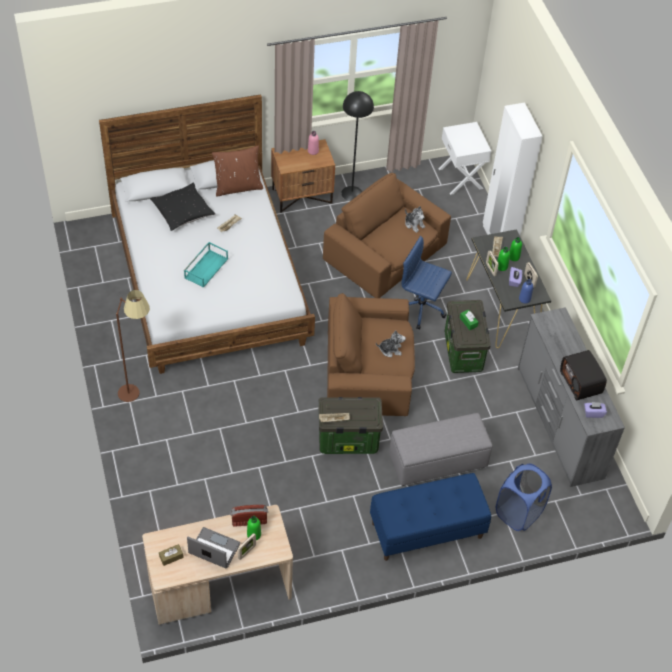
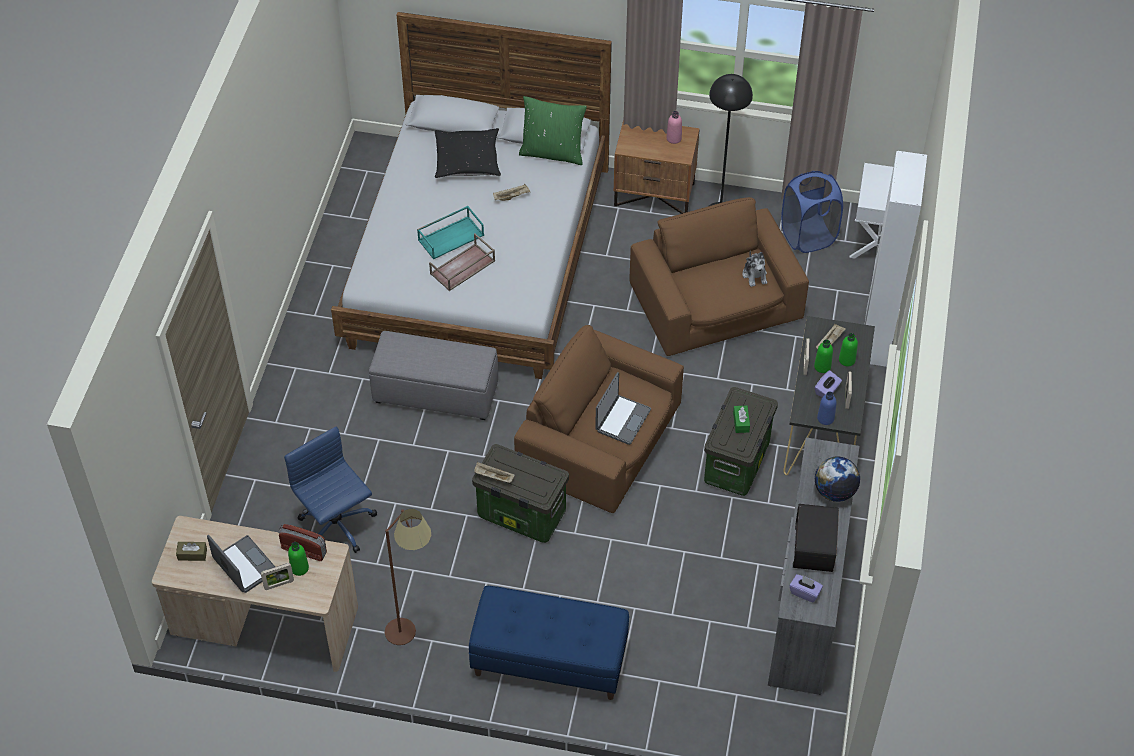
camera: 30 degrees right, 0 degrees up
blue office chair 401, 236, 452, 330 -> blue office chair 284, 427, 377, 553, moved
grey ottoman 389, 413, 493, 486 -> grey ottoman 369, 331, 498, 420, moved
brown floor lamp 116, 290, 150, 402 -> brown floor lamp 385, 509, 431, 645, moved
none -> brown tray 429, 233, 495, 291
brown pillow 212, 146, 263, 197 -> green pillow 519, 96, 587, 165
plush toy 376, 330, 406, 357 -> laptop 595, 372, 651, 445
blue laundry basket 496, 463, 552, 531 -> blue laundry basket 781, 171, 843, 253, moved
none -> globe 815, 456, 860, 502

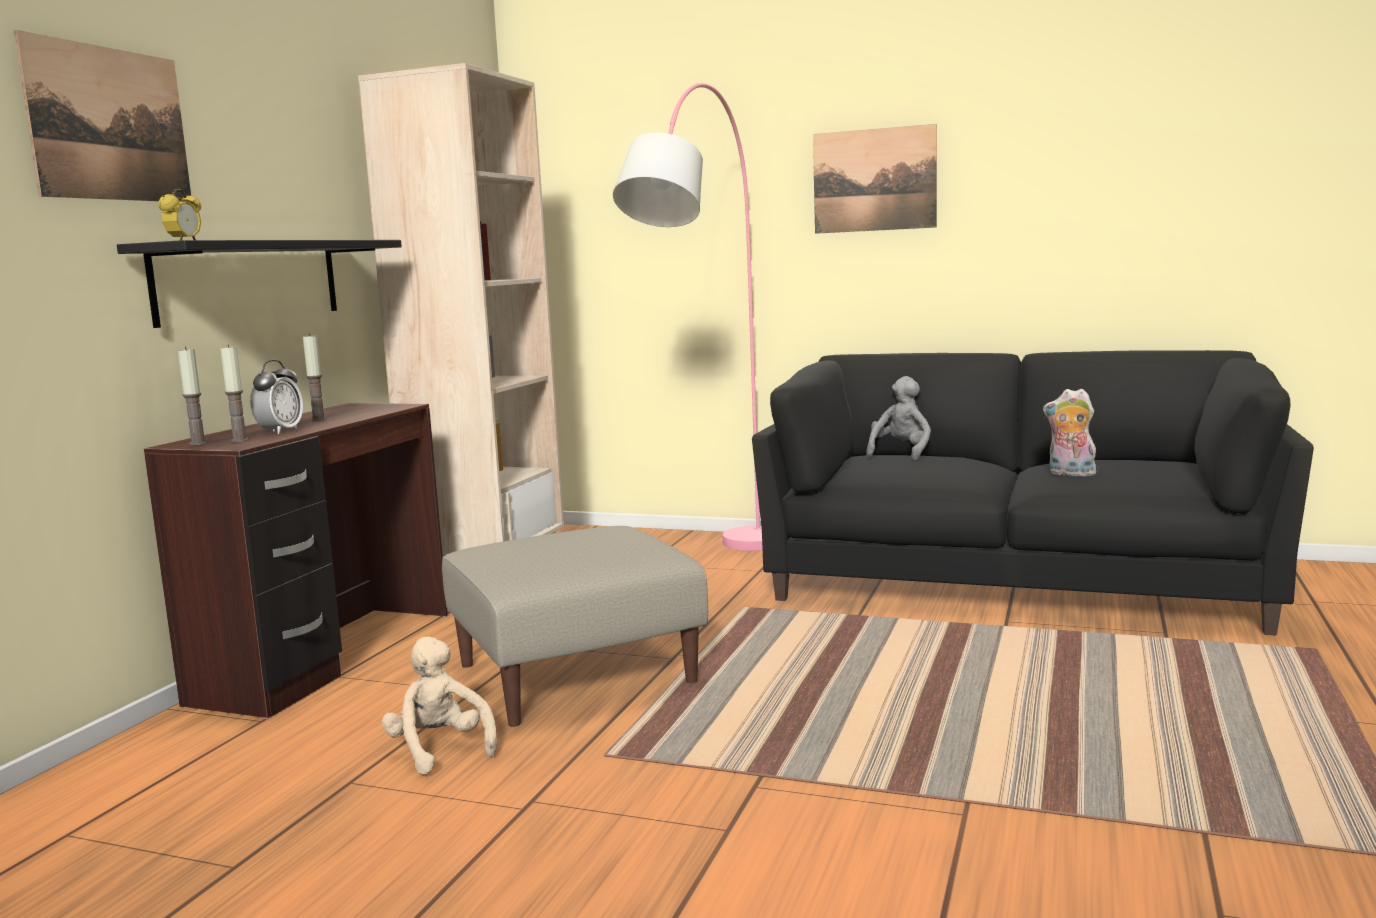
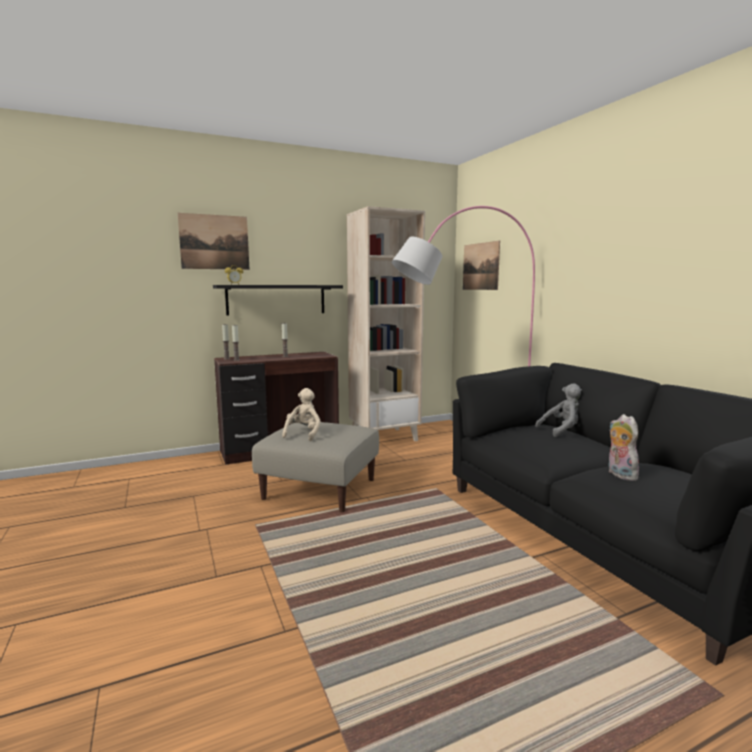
camera: 45 degrees right, 0 degrees up
beige plush toy 382, 637, 497, 775 -> beige plush toy 282, 388, 321, 441, moved
picture 813, 124, 937, 234 -> picture 463, 241, 500, 290, moved
alarm clock 250, 360, 303, 434 -> none

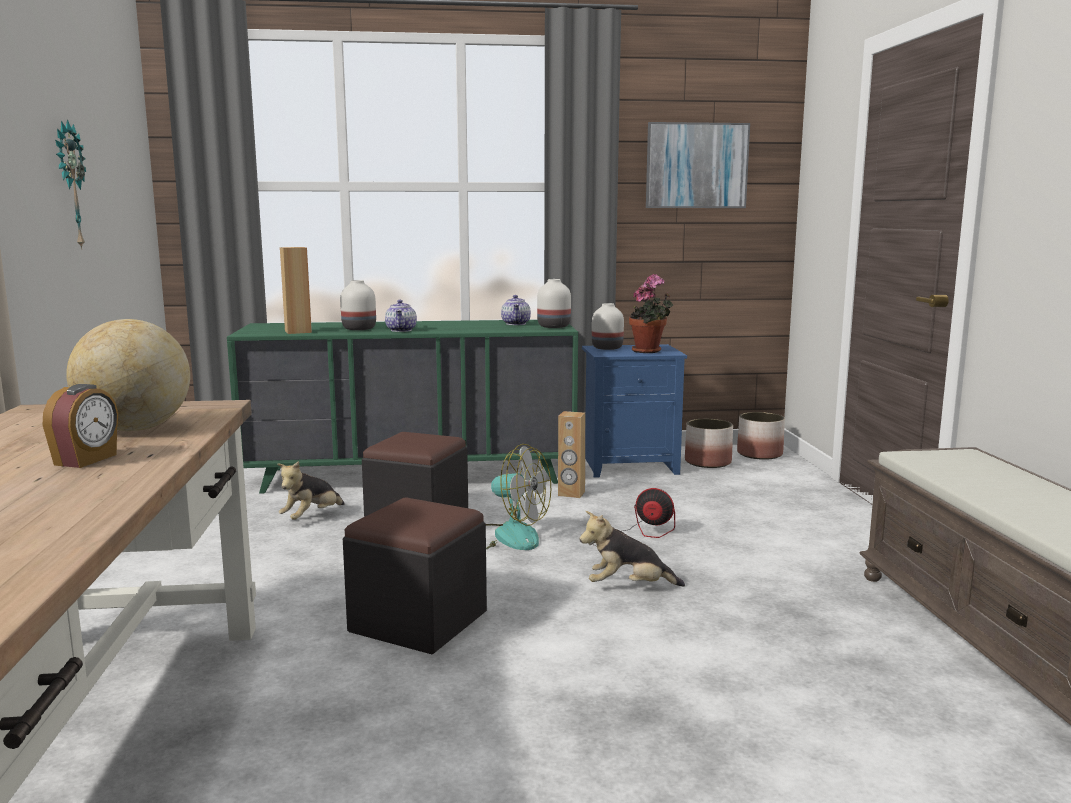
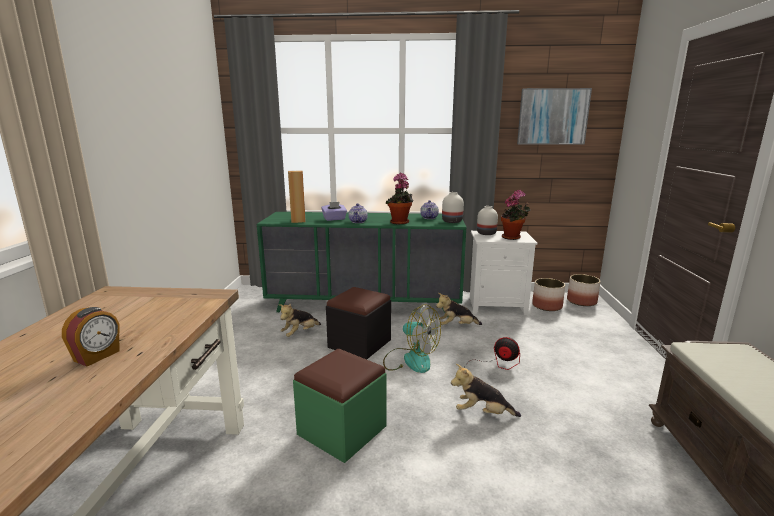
camera: 10 degrees right, 5 degrees up
black ottoman 343, 497, 487, 655 -> green ottoman 293, 349, 387, 463
white vase 340, 280, 376, 330 -> purple tissue box 321, 202, 347, 221
none -> potted plant 386, 173, 414, 225
brown speaker 558, 411, 585, 498 -> plush toy 436, 293, 482, 325
blue nightstand 582, 344, 687, 478 -> white nightstand 470, 231, 537, 315
wall clock 55, 120, 86, 250 -> none
globe 66, 319, 190, 431 -> none

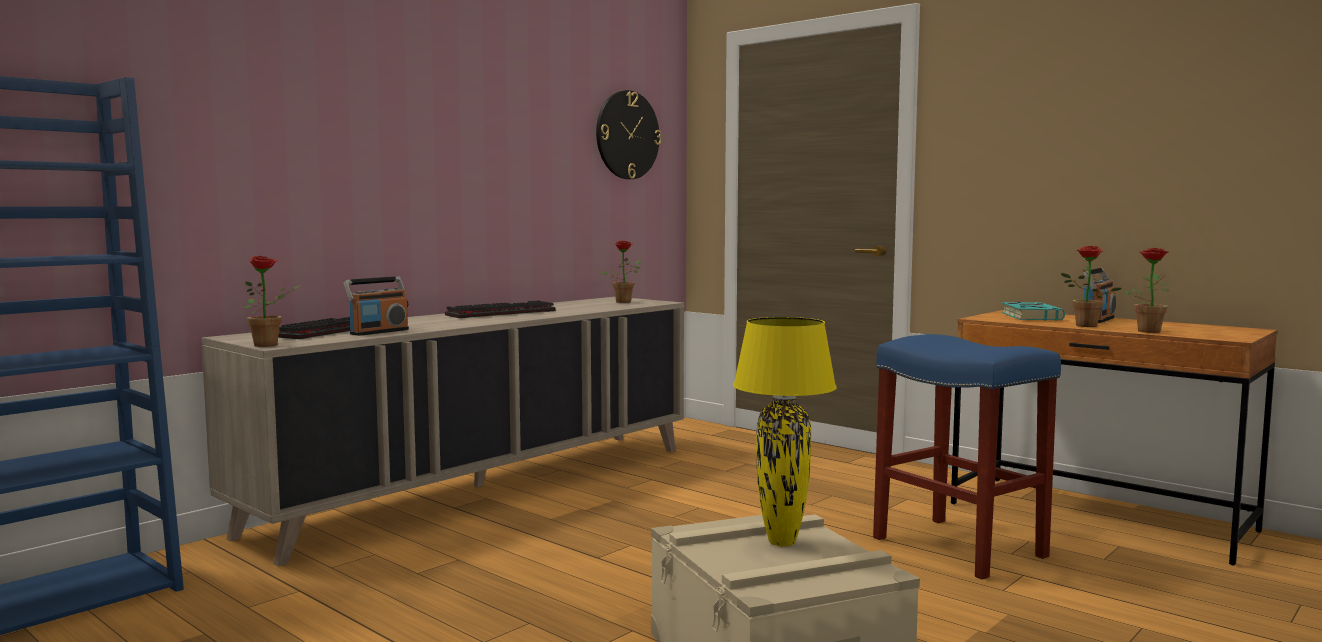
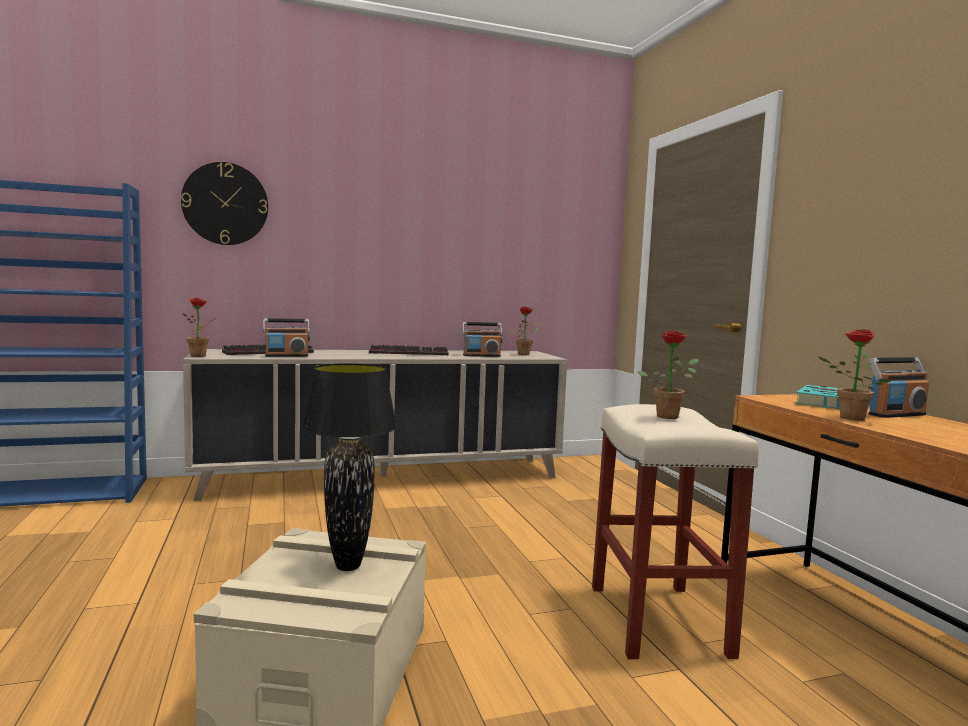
camera: 30 degrees right, 0 degrees up
wall clock 596, 90, 661, 179 -> wall clock 181, 162, 268, 245, moved
yellow table lamp 733, 317, 837, 547 -> black table lamp 302, 363, 397, 571
none -> radio 462, 322, 503, 357
blue stool 873, 334, 1061, 580 -> beige stool 592, 404, 759, 659
potted plant 1122, 248, 1170, 333 -> potted plant 638, 330, 699, 419, moved

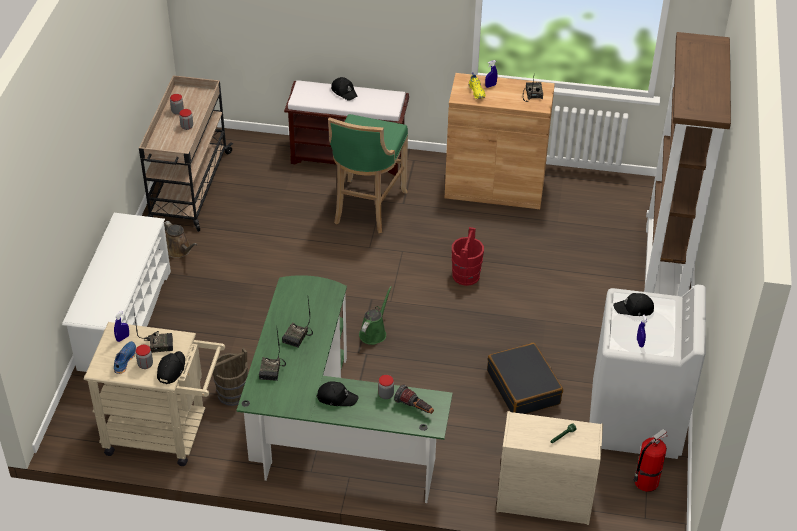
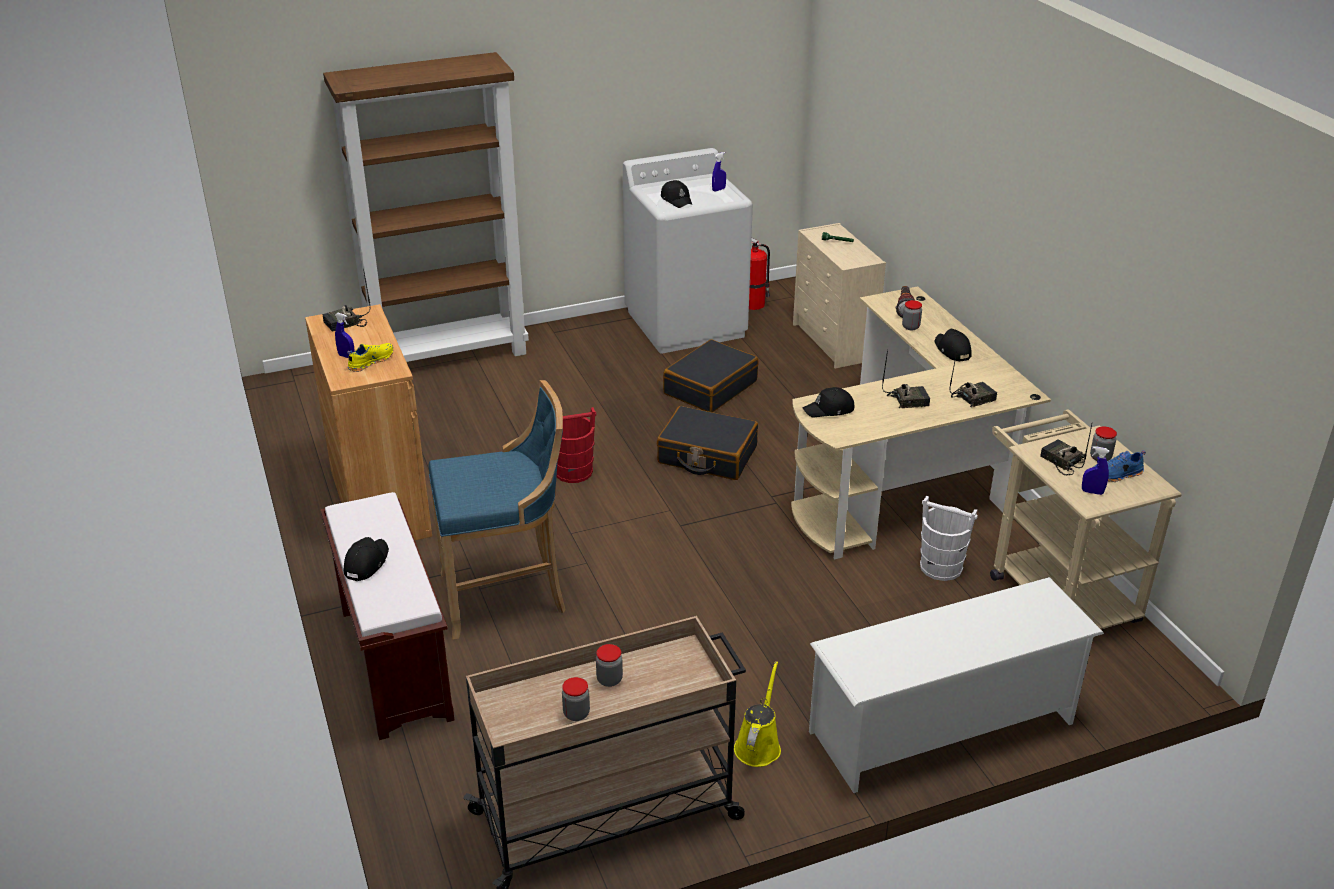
camera: 120 degrees left, 10 degrees down
green stool 328, 114, 408, 233 -> blue stool 429, 380, 566, 640
none -> black suitcase 657, 406, 758, 480
brown watering can 164, 221, 197, 258 -> yellow watering can 734, 661, 781, 767
green desk 236, 275, 453, 503 -> beige desk 791, 286, 1051, 559
black cap 157, 351, 185, 384 -> black cap 802, 387, 854, 418, moved
brown bucket 210, 348, 248, 406 -> white bucket 920, 496, 978, 581
green watering can 359, 286, 392, 345 -> none

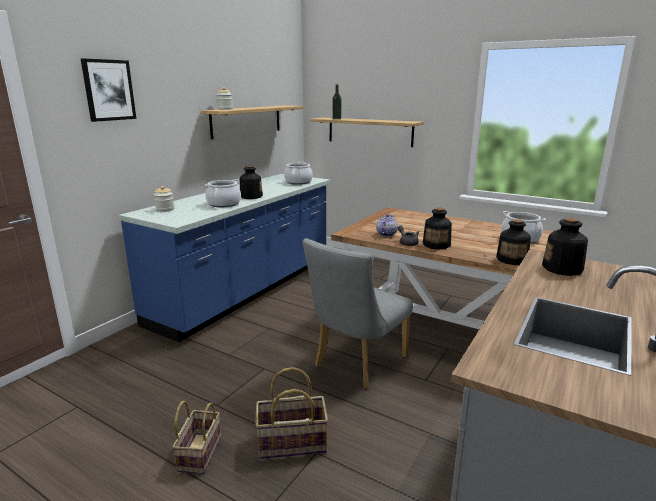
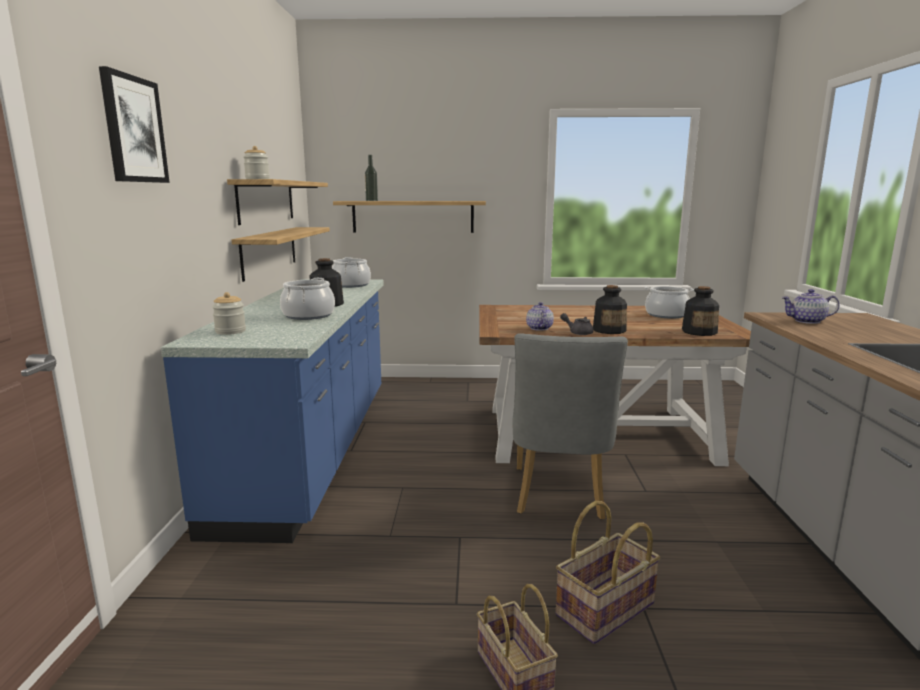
camera: 30 degrees left, 5 degrees down
none -> shelf 231, 227, 330, 282
bottle 542, 218, 588, 276 -> teapot 781, 289, 840, 324

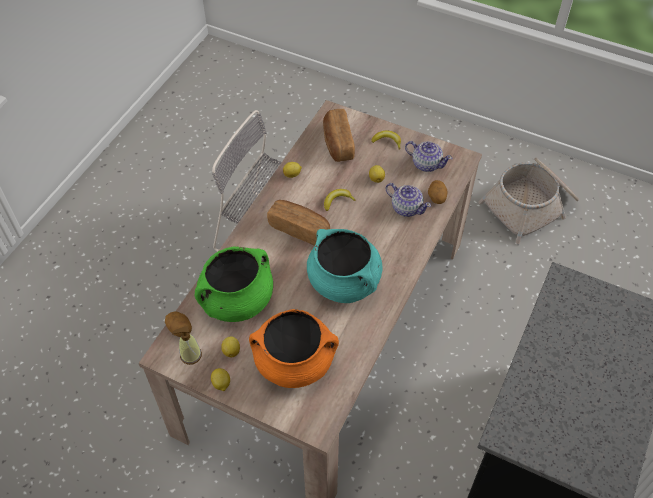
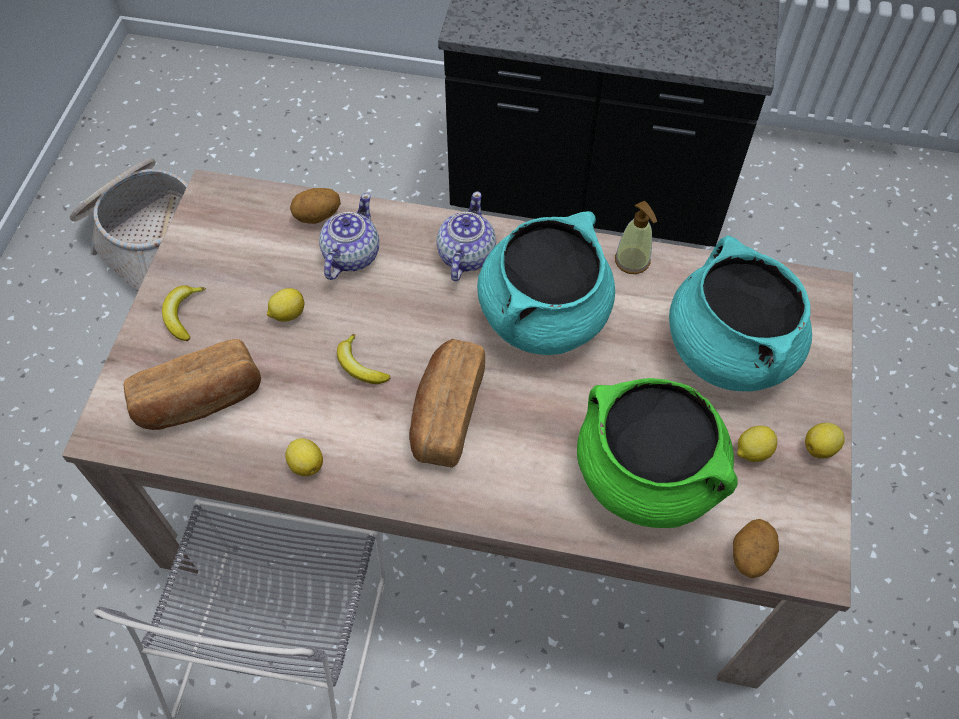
camera: 105 degrees left, 5 degrees up
teapot 405, 141, 452, 172 -> teapot 436, 191, 496, 281, moved
soap dispenser 172, 326, 202, 365 -> soap dispenser 615, 201, 657, 274, moved
orange cooking pot 249, 309, 339, 388 -> turquoise cooking pot 669, 235, 812, 392

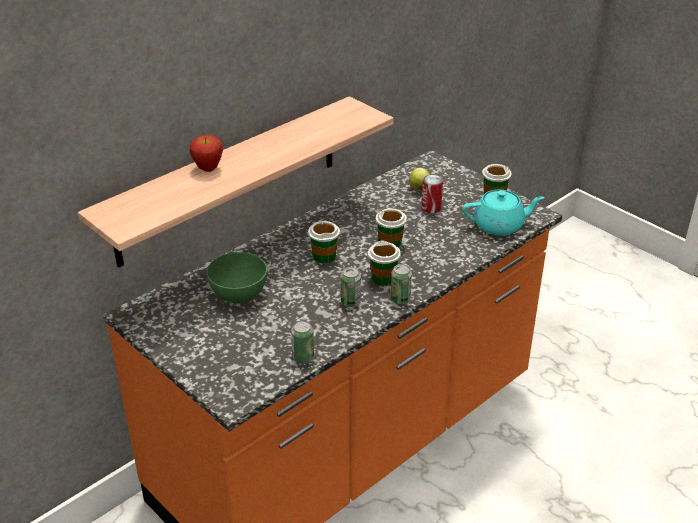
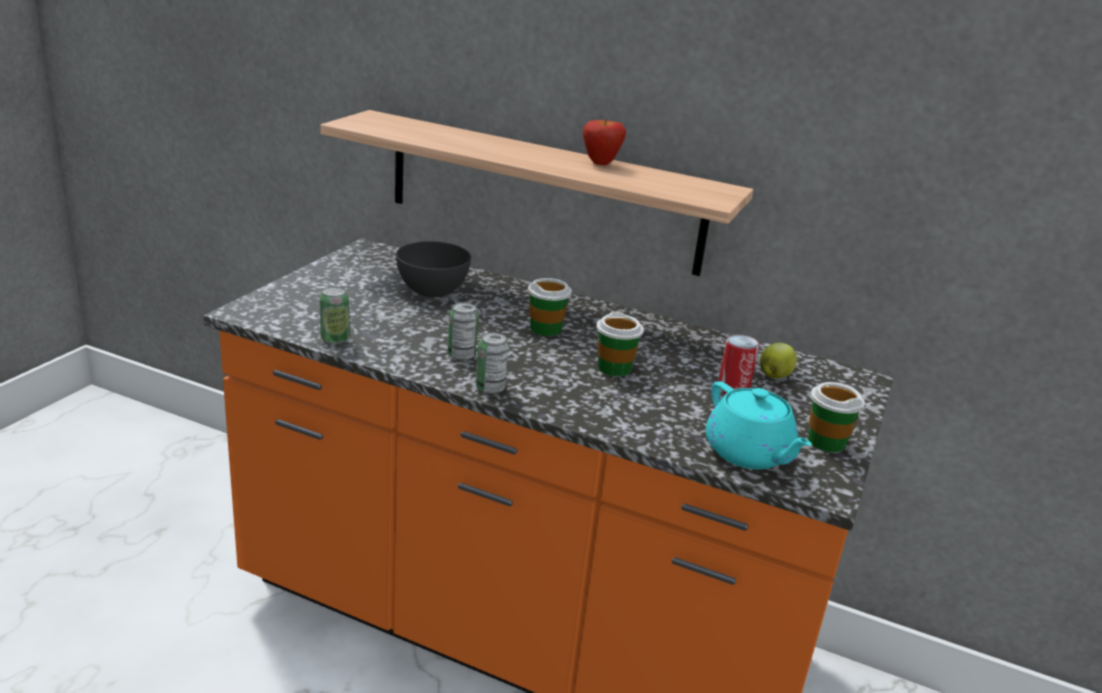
camera: 65 degrees right, 10 degrees down
green bowl 207, 252, 267, 303 -> grey bowl 396, 242, 471, 297
apple 190, 134, 223, 172 -> apple 582, 118, 626, 165, moved
cup 368, 240, 401, 286 -> none

